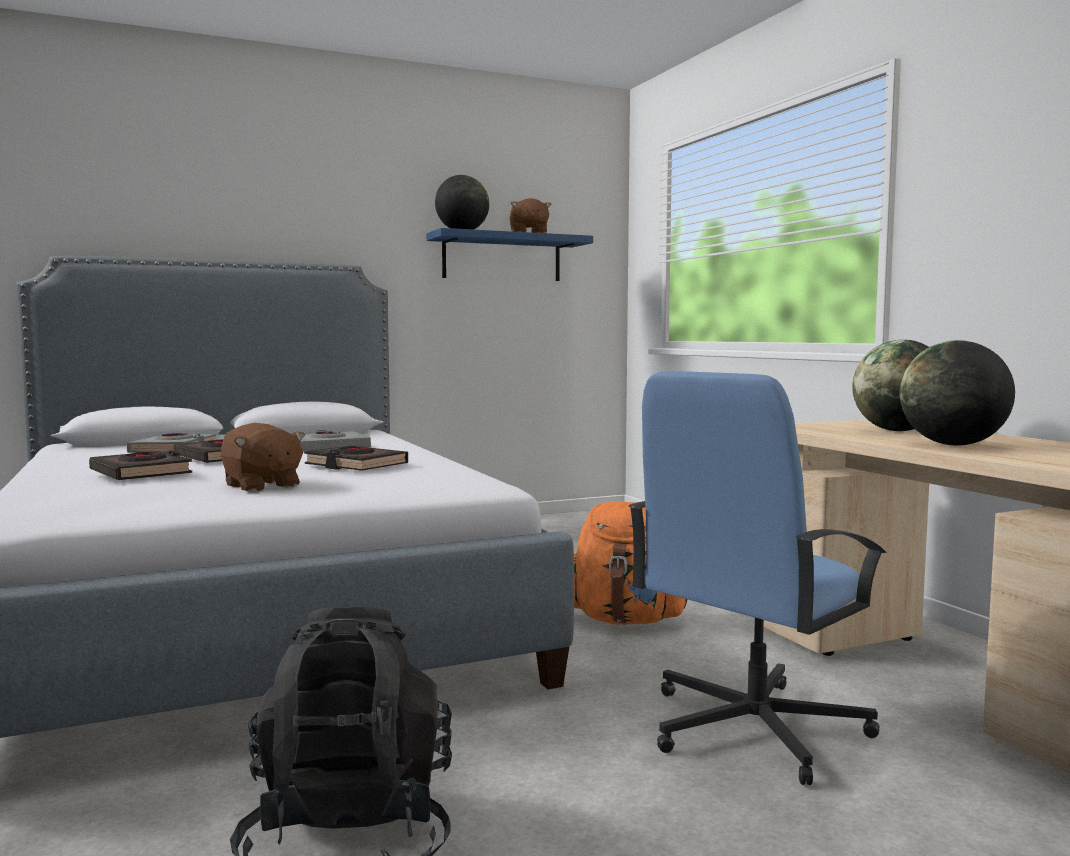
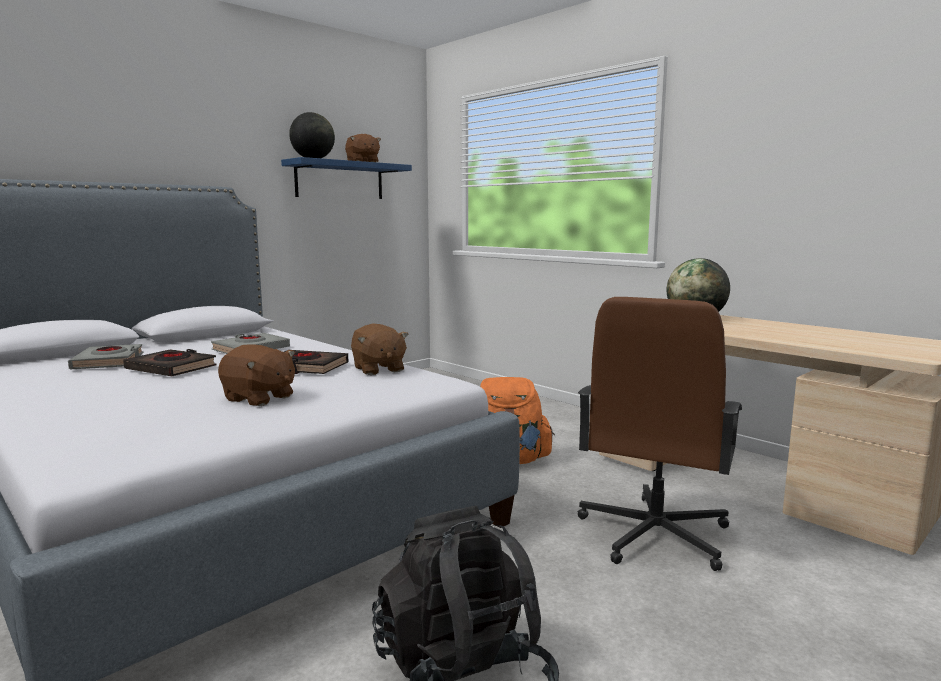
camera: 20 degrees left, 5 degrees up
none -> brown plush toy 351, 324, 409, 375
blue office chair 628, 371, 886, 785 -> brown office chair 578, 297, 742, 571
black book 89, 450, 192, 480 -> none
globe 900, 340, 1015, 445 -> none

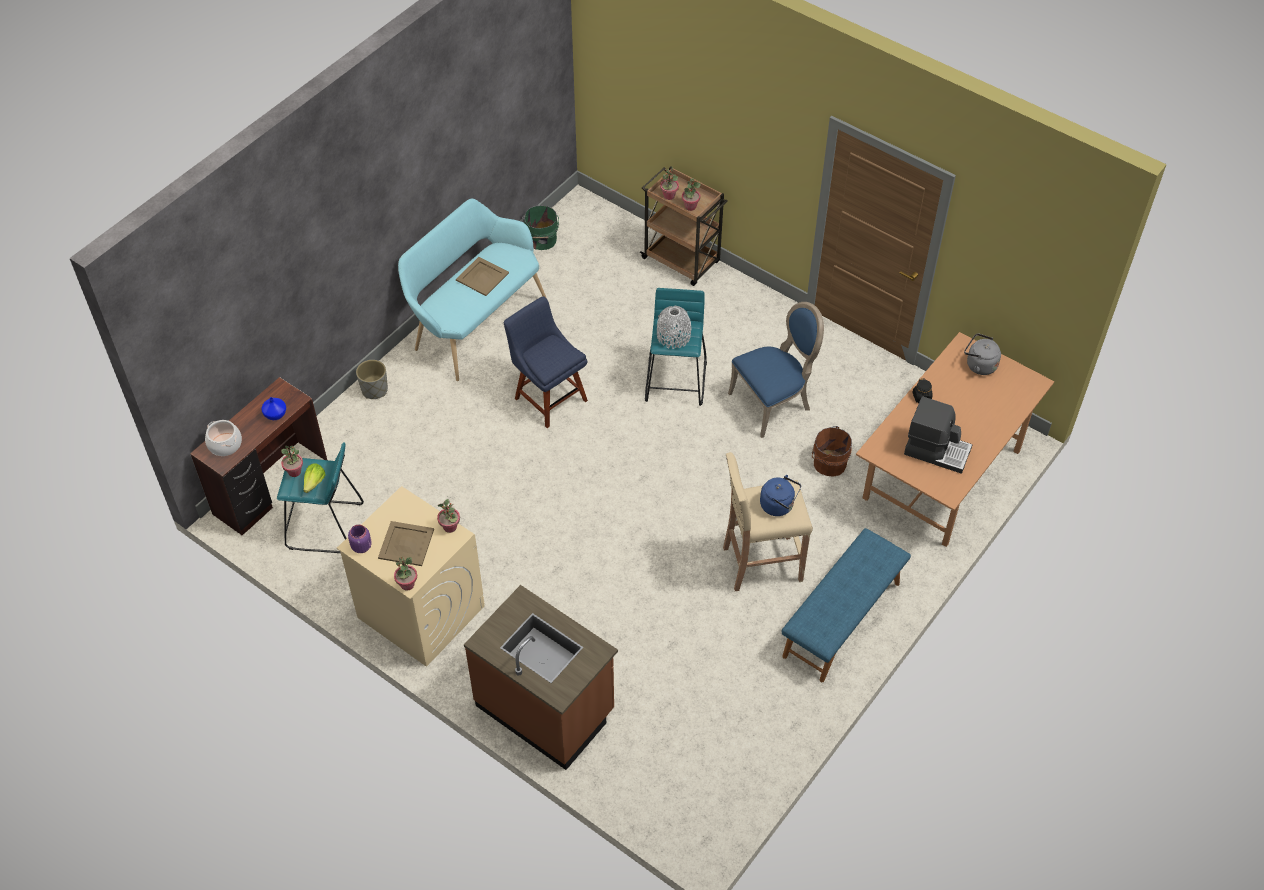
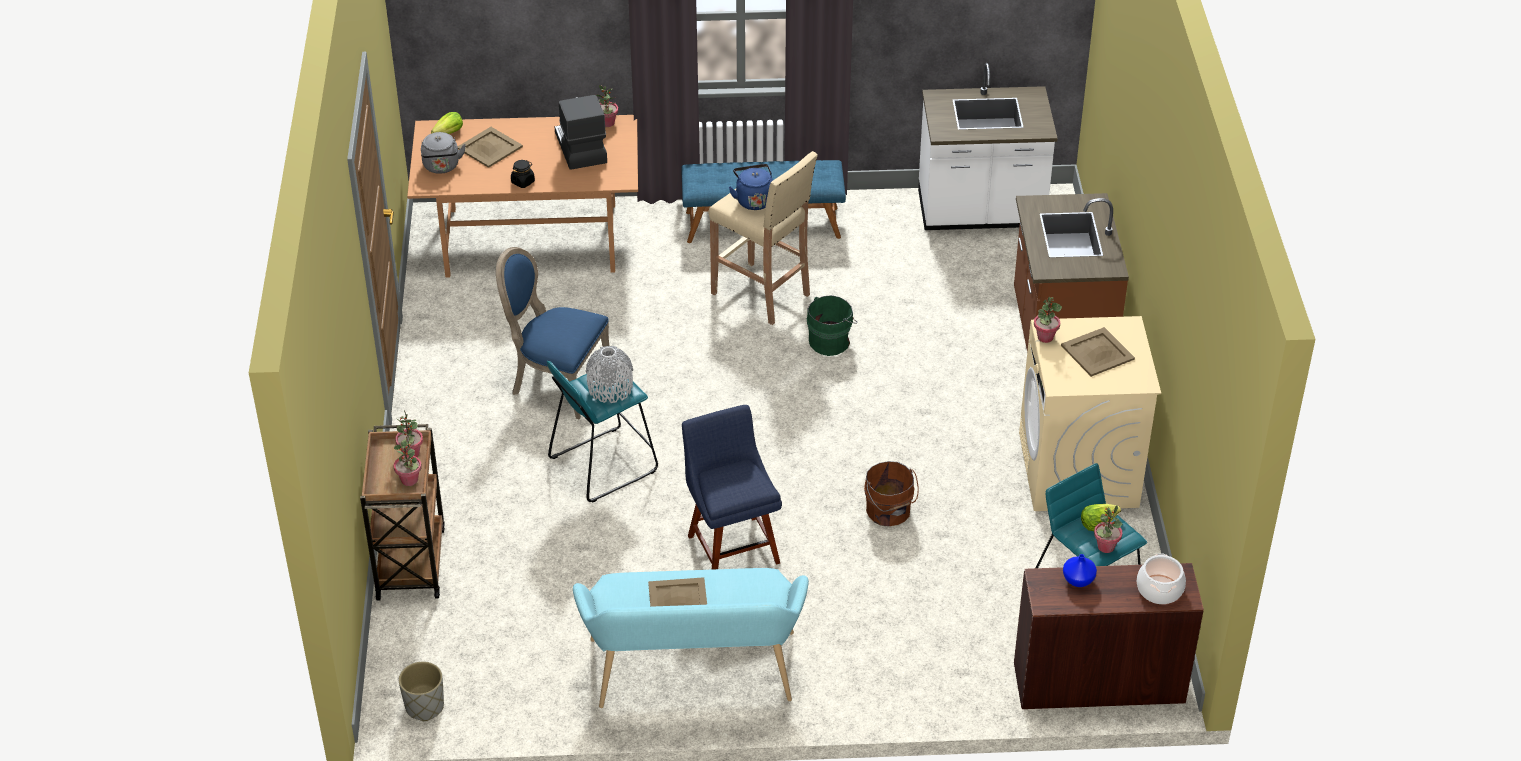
camera: 130 degrees left, 10 degrees down
grey planter 356, 360, 388, 399 -> grey planter 399, 662, 444, 721, moved
none -> lettuce 431, 112, 463, 134
none -> beige tray 458, 127, 523, 168
potted plant 394, 556, 417, 591 -> potted plant 596, 85, 618, 127, moved
blue chair 504, 296, 588, 428 -> blue chair 682, 405, 782, 570, 150 degrees clockwise
green bucket 522, 205, 559, 250 -> green bucket 806, 295, 858, 356, moved
brown bucket 812, 426, 852, 477 -> brown bucket 864, 461, 919, 526, moved
none -> white counter 918, 63, 1058, 230
purple jar 348, 524, 372, 553 -> none

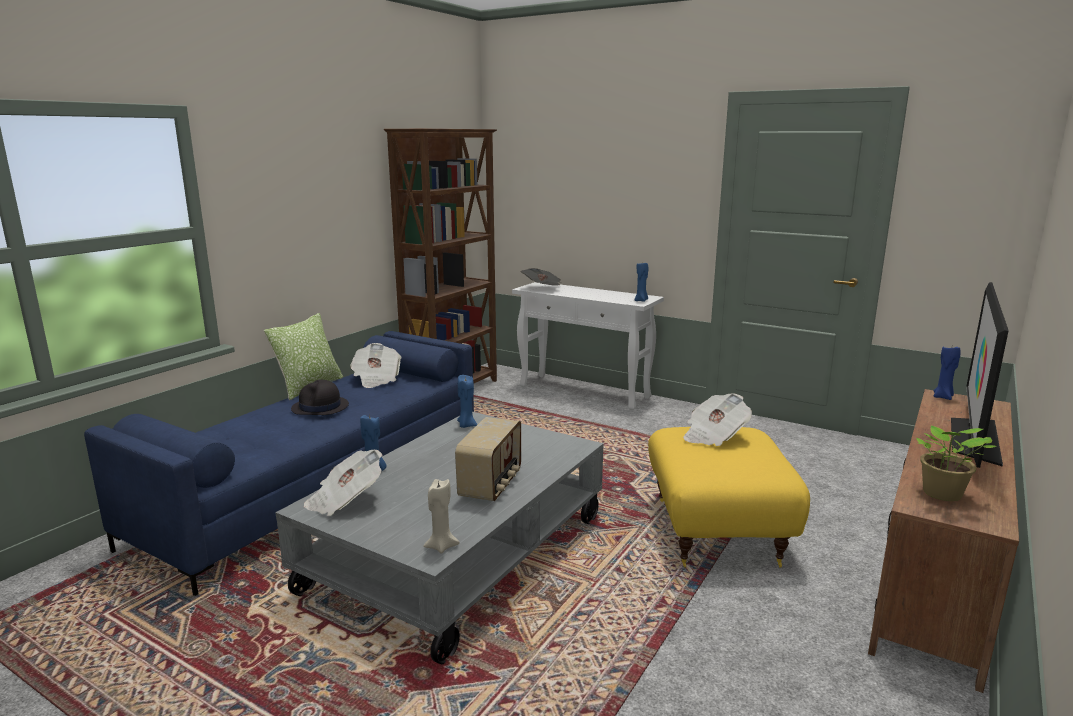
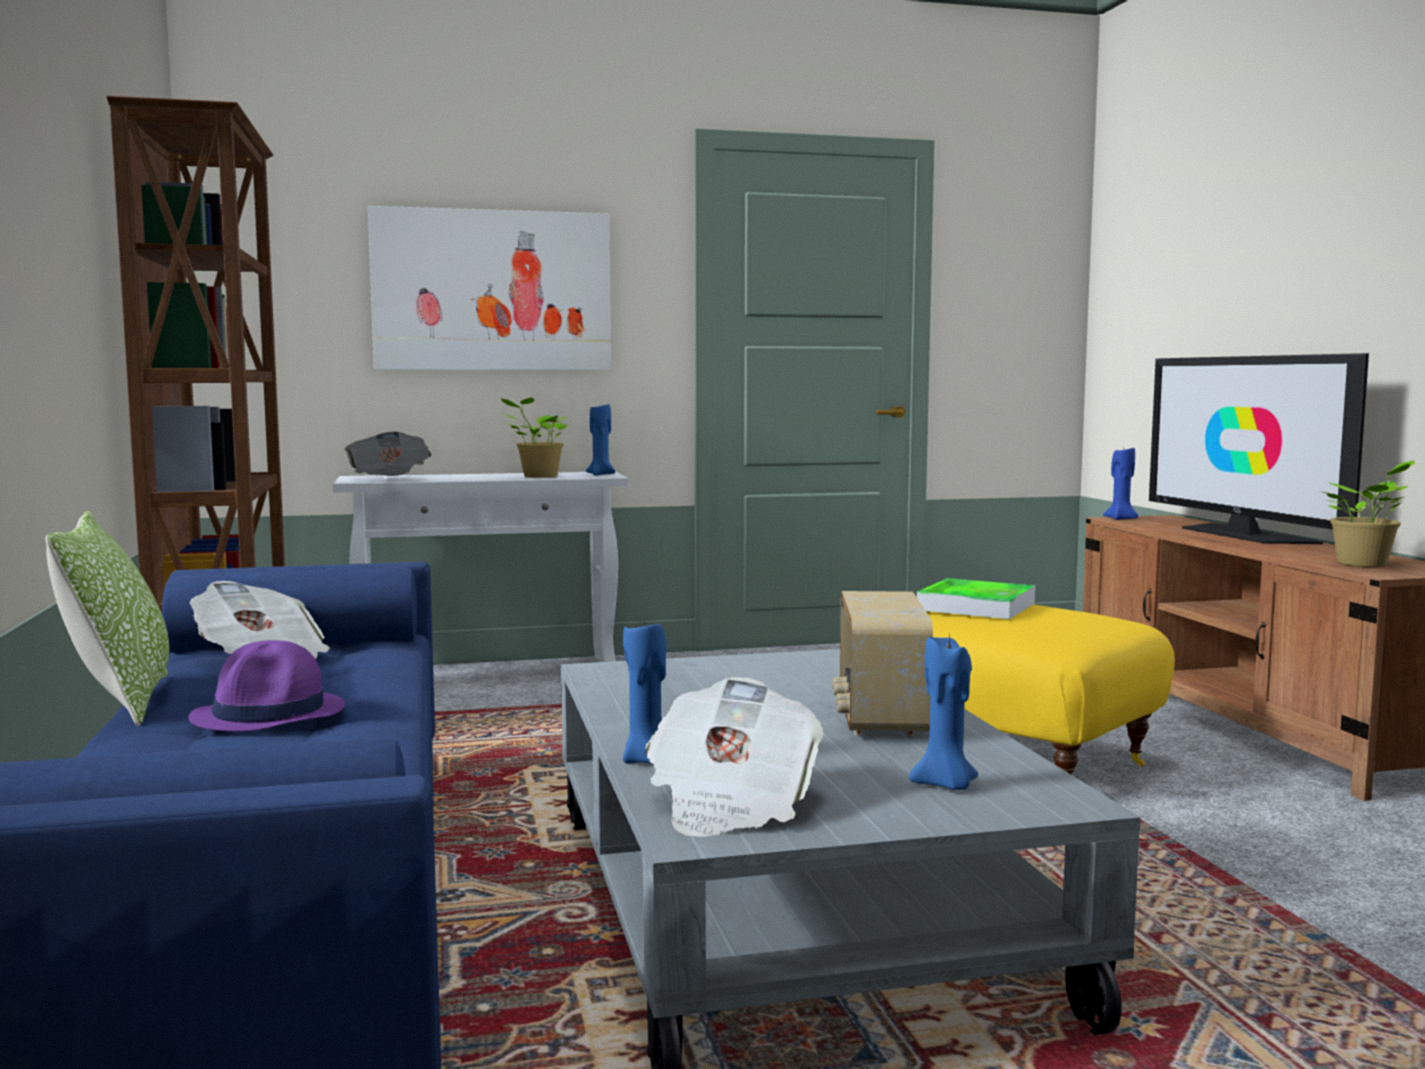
camera: 45 degrees left, 10 degrees down
black hat 291, 380, 349, 415 -> purple hat 188, 640, 345, 731
none -> picture 368, 206, 611, 370
none -> potted plant 500, 398, 568, 478
radio 455, 417, 521, 501 -> radio 832, 591, 933, 736, 150 degrees counterclockwise
blue candle 457, 375, 477, 428 -> blue candle 909, 633, 979, 790, moved
newspaper 683, 393, 752, 446 -> tray 917, 578, 1035, 619
beige candle 423, 479, 460, 553 -> none

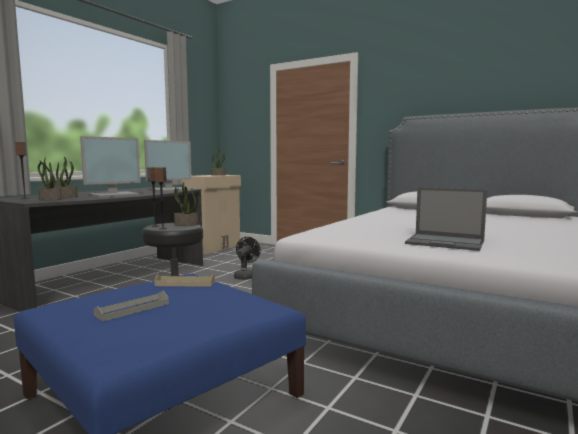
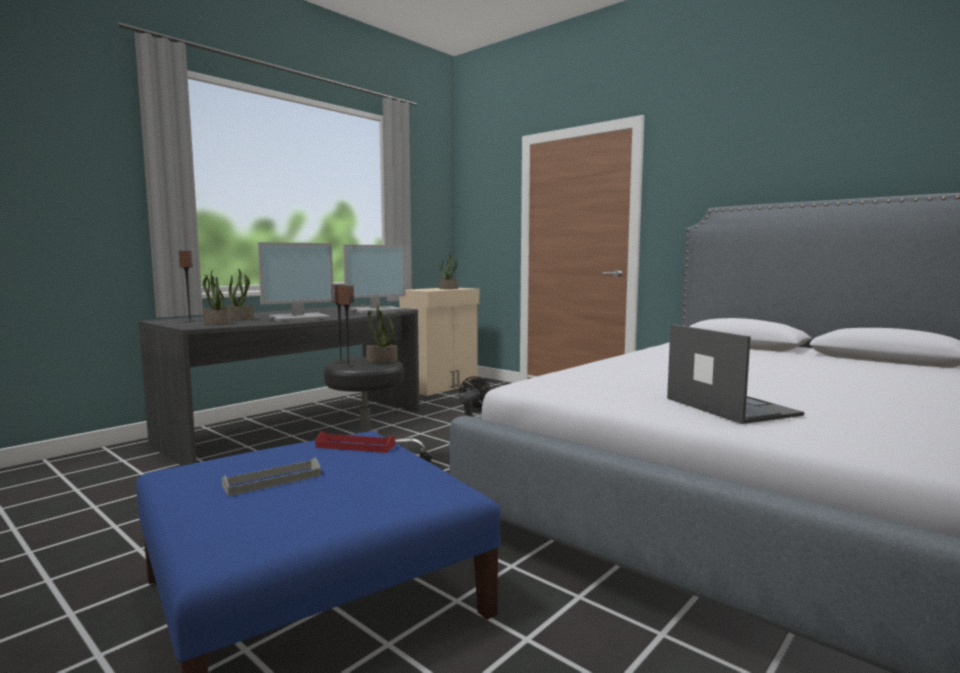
camera: 10 degrees right, 0 degrees up
beige tray 154, 274, 215, 287 -> red tray 315, 431, 395, 453
laptop 405, 188, 487, 251 -> laptop 667, 324, 804, 424, 150 degrees counterclockwise

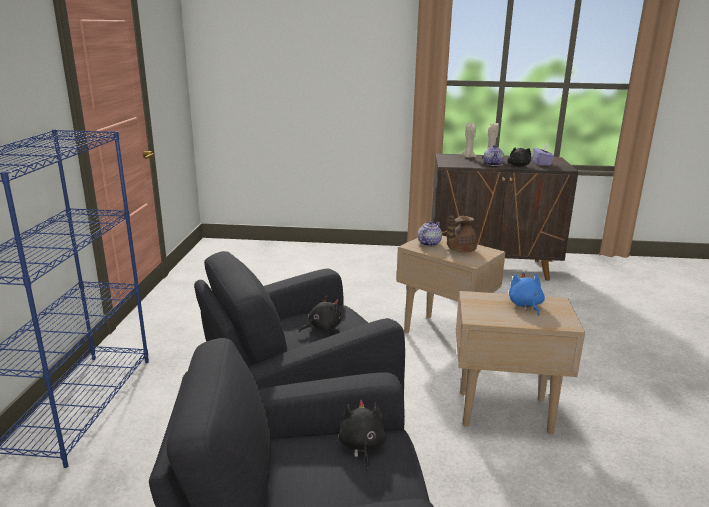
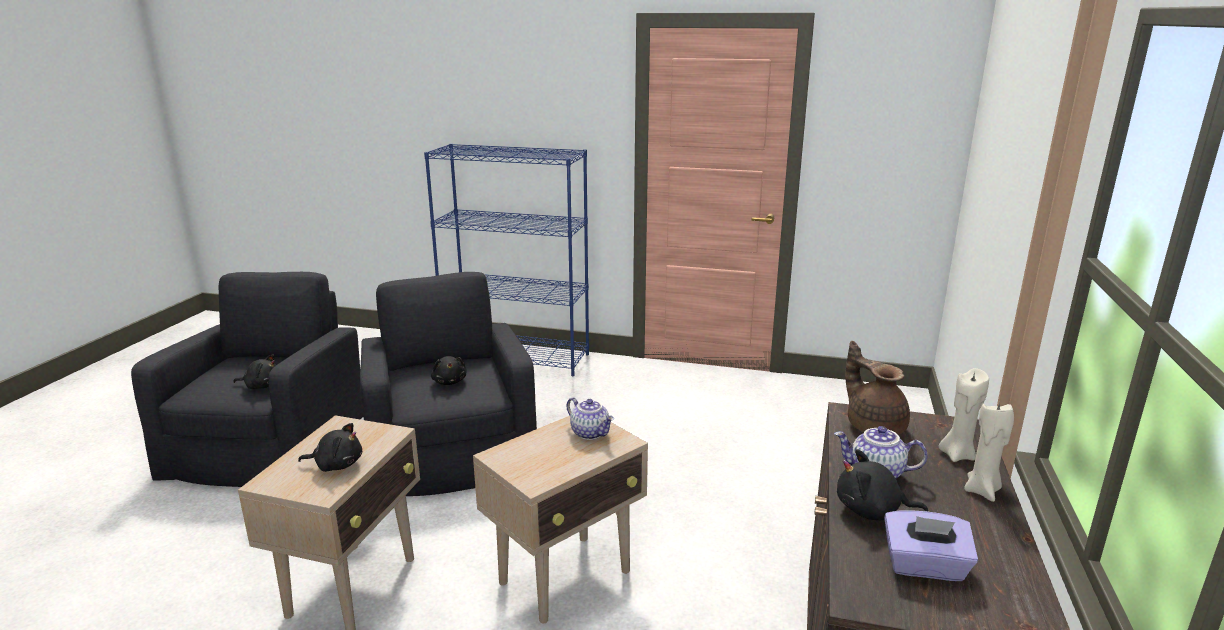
camera: 100 degrees right, 0 degrees up
blue plush toy 509, 273, 545, 316 -> black plush toy 298, 423, 362, 472
brown teapot 447, 215, 478, 253 -> brown teapot 845, 341, 910, 435, moved

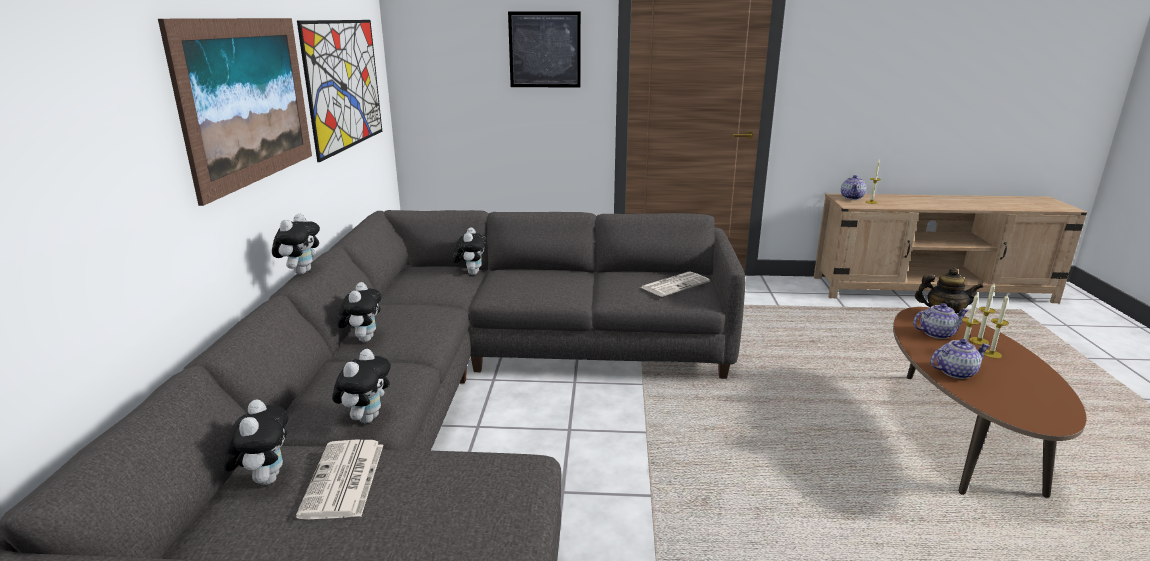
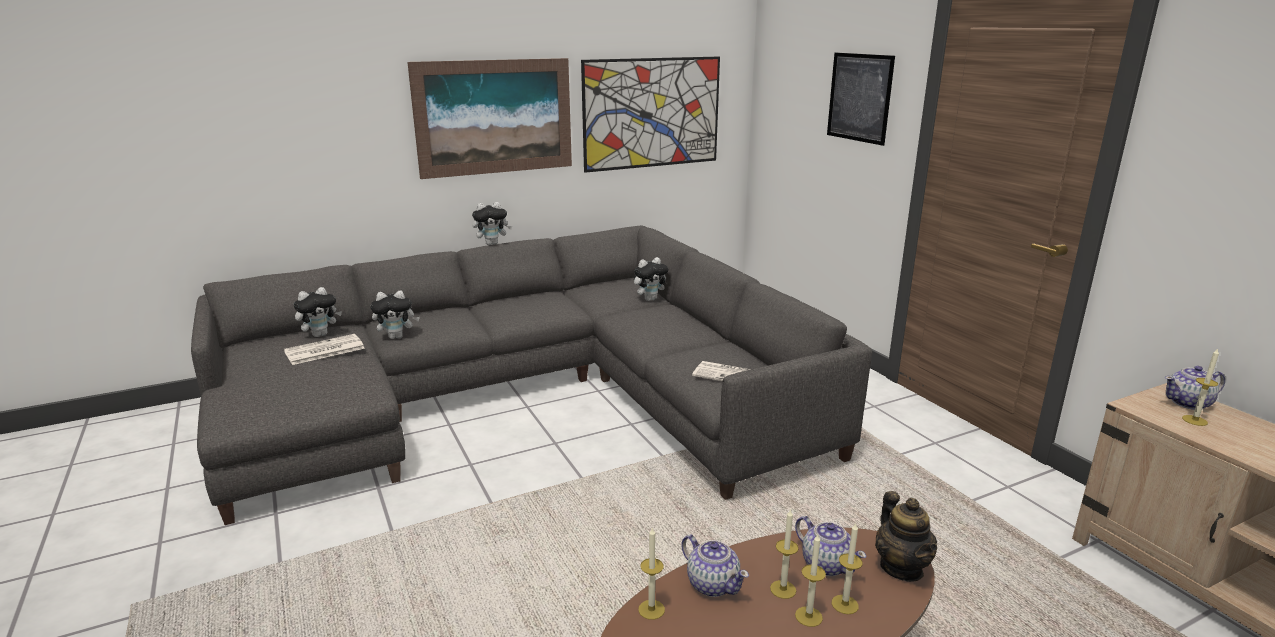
camera: 60 degrees right, 0 degrees up
none -> candle 638, 527, 665, 620
plush toy 337, 282, 382, 342 -> none

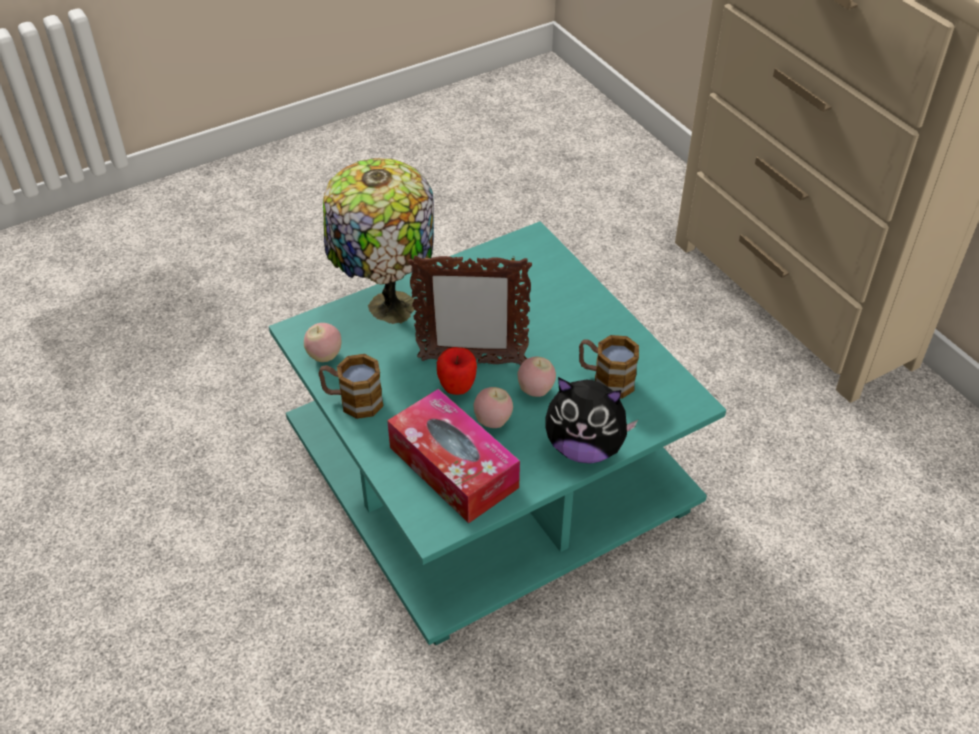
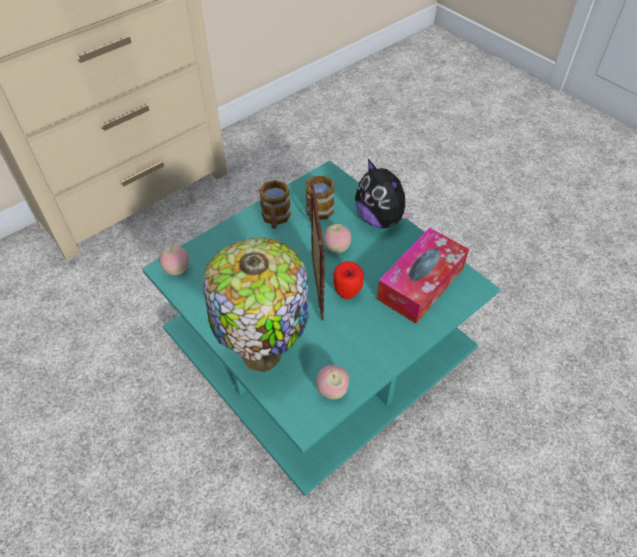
camera: 100 degrees left, 5 degrees up
apple 474, 387, 513, 428 -> apple 159, 245, 189, 275, moved
mug 319, 354, 384, 419 -> mug 259, 180, 291, 229, moved
plush toy 545, 377, 638, 464 -> plush toy 355, 159, 414, 228, 135 degrees clockwise

